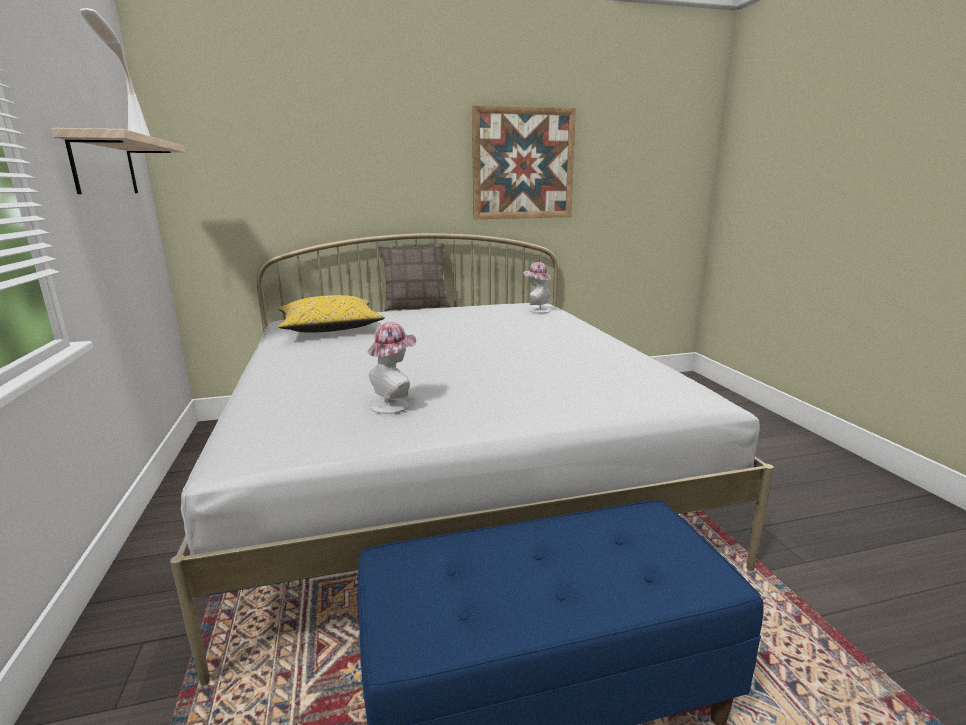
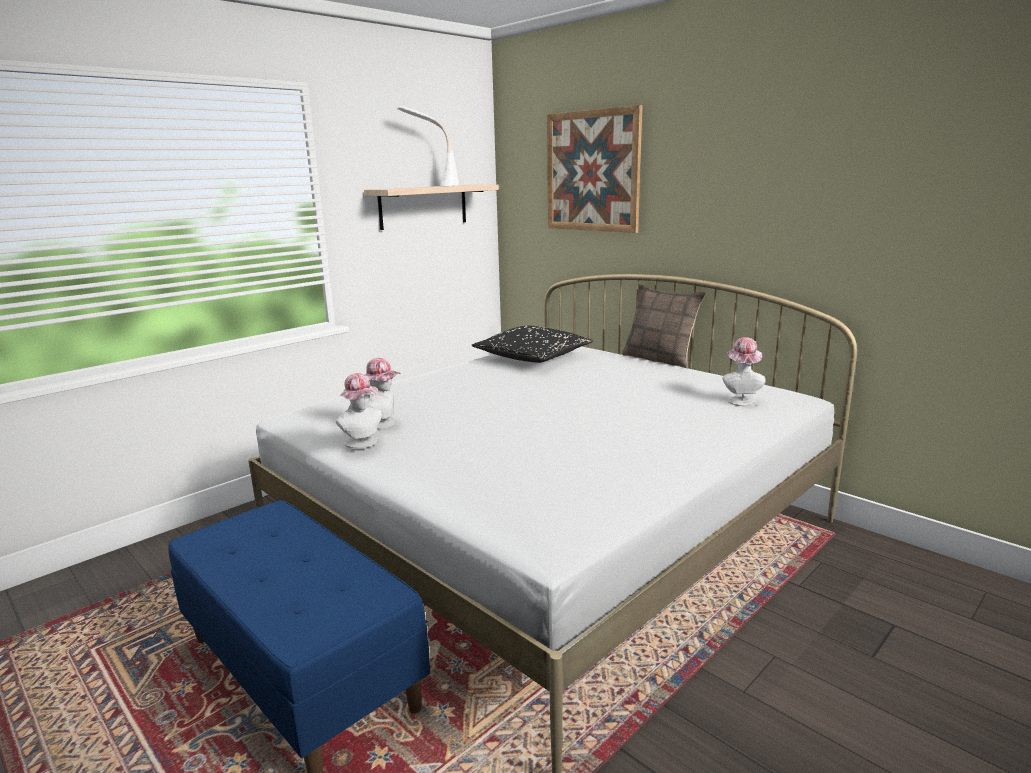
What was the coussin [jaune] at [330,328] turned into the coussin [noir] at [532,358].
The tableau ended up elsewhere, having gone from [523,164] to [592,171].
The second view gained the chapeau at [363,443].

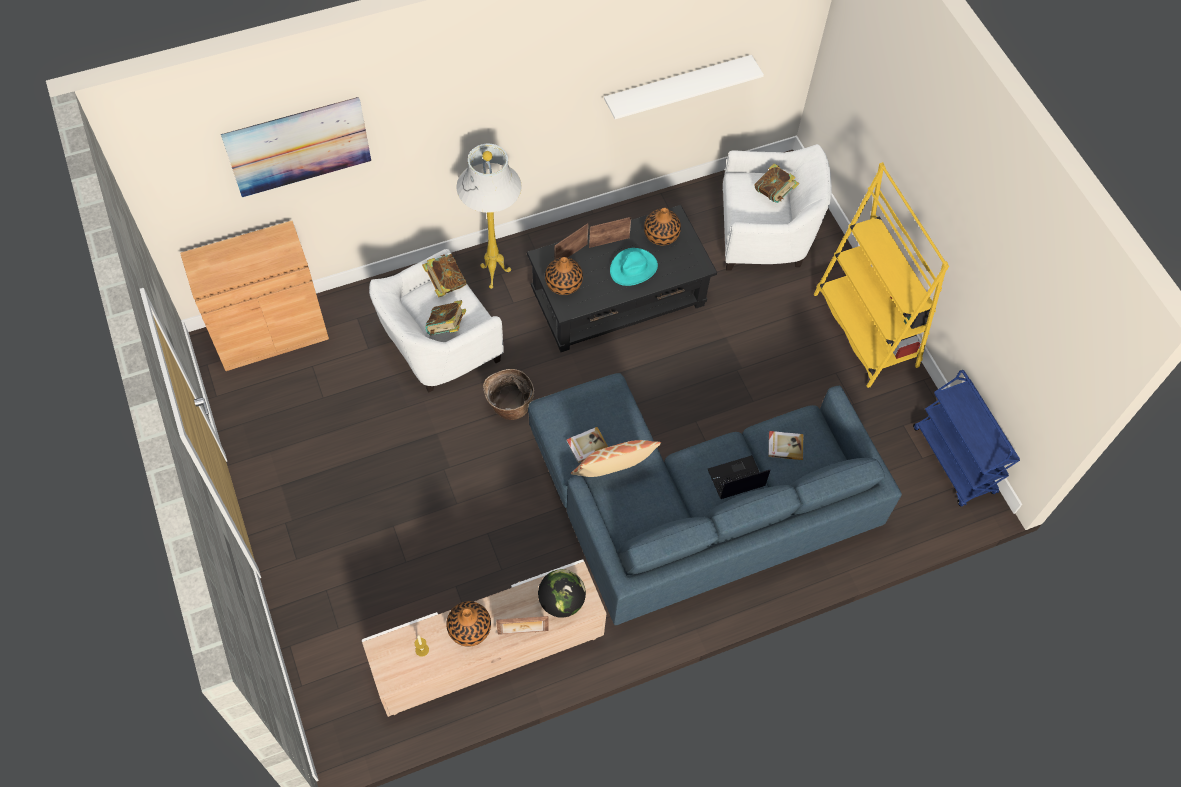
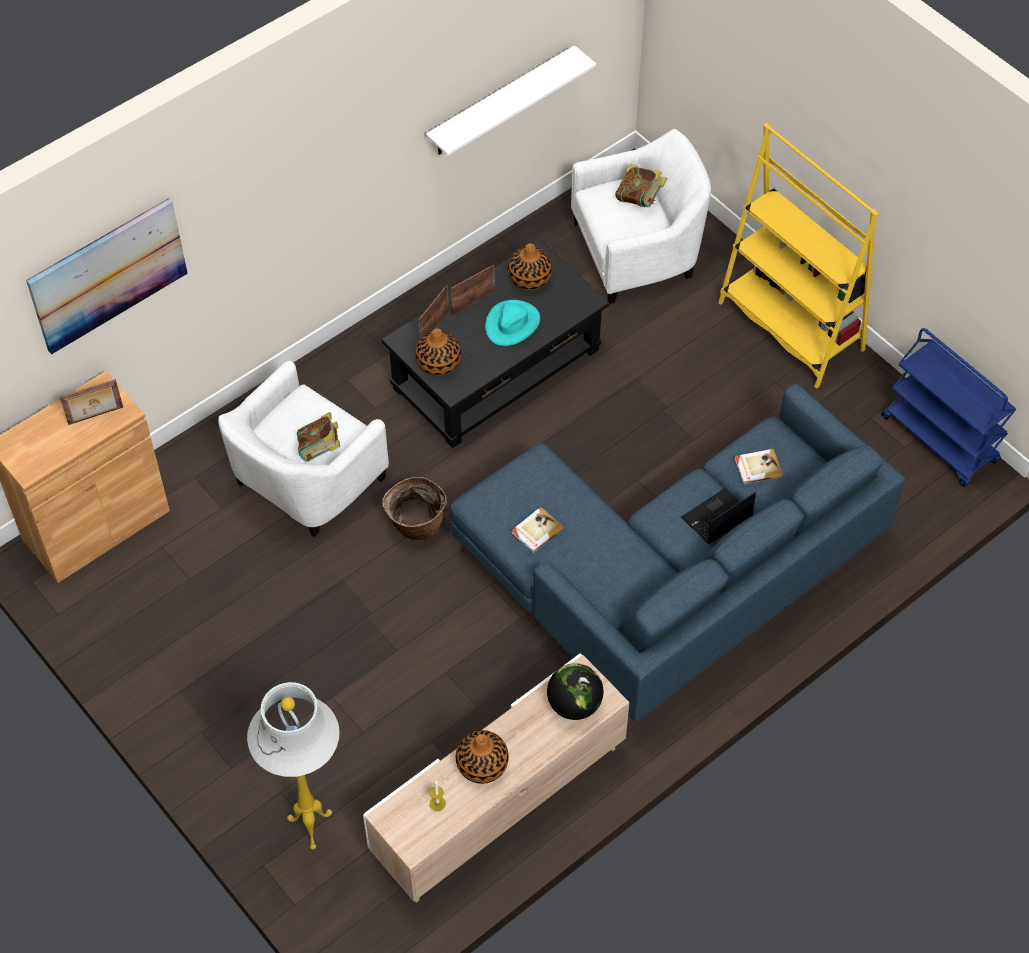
The second view lost the livre at [445,283].
The lampadaire [blanc] ended up elsewhere, having gone from [494,276] to [312,828].
The cadre photo ended up elsewhere, having gone from [523,632] to [96,416].
The second view lost the coussin at [613,474].

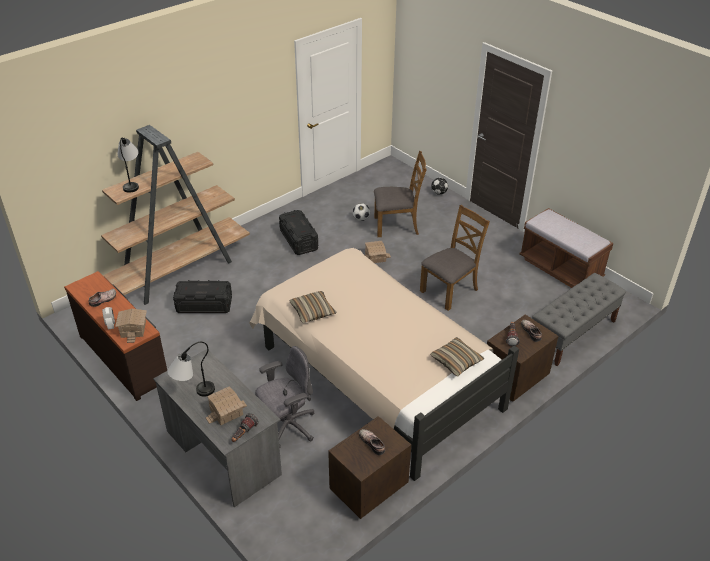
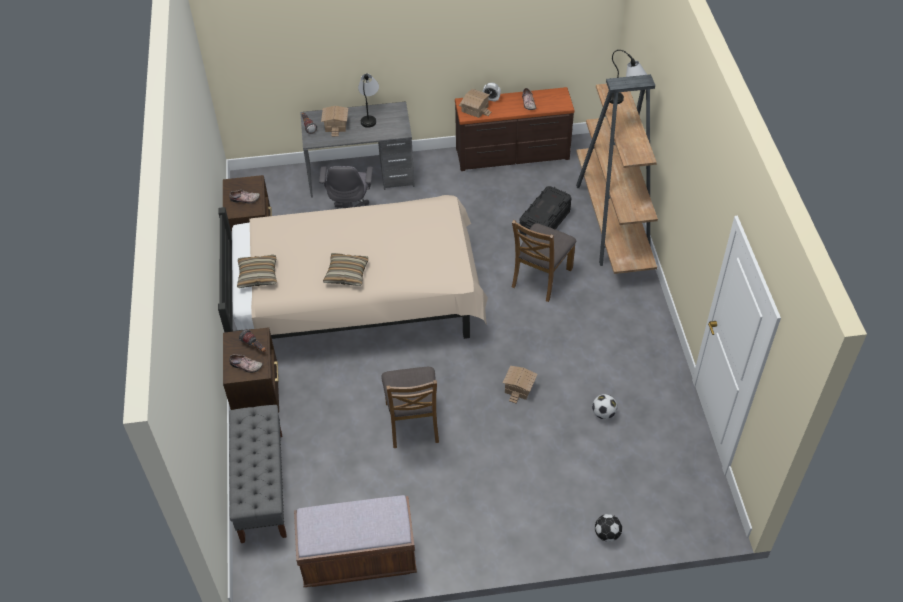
The second view lost the boîte de rangement [noir] at [298,240].
The coussin ended up elsewhere, having gone from [312,311] to [346,274].
The chaise [marron] ended up elsewhere, having gone from [397,225] to [541,277].

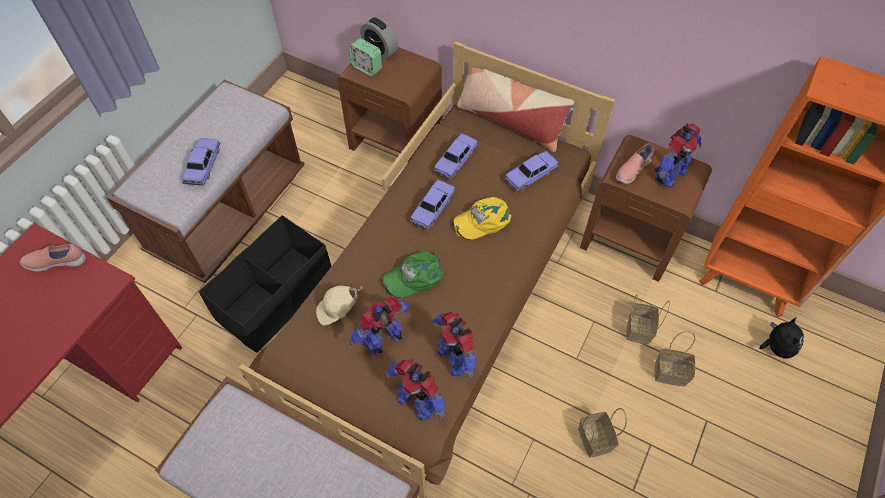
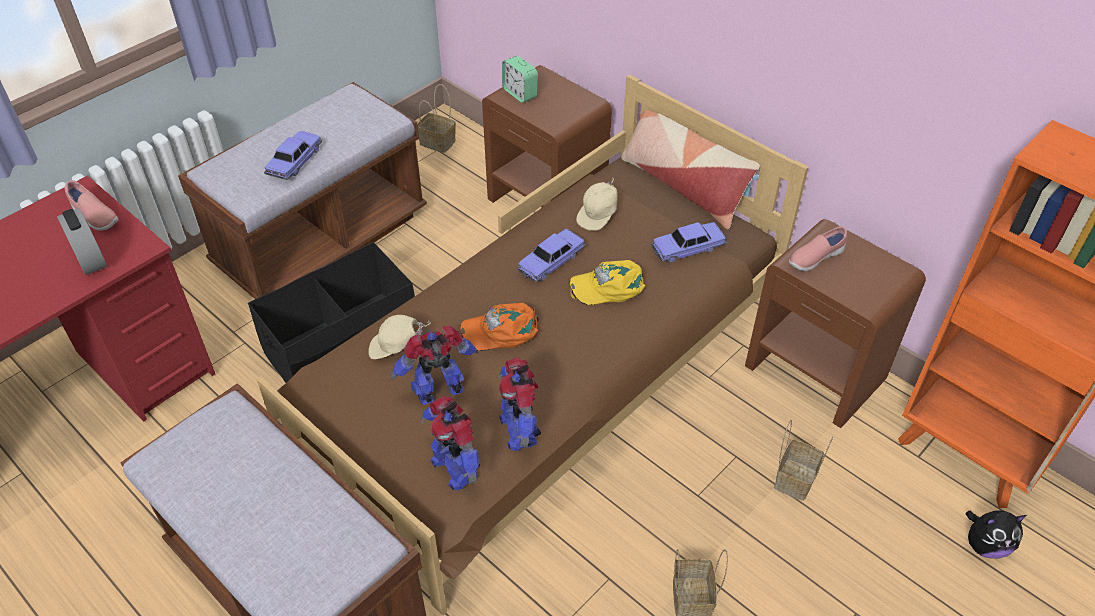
The chaussure [rose] at [56,262] ended up facing another way, 150 degrees counterclockwise from before.
The réveil ended up elsewhere, having gone from [380,50] to [90,259].
What was the casquette [vert] at [414,276] turned into the casquette [orange] at [501,330].
Where the petite voiture stood at [456,160], the casquette [beige] came to stand at [598,215].
The second view lost the robot jouet at [669,175].
The panier ended up elsewhere, having gone from [671,372] to [439,142].
The peluche at [775,347] ended up facing another way, 60 degrees clockwise from before.

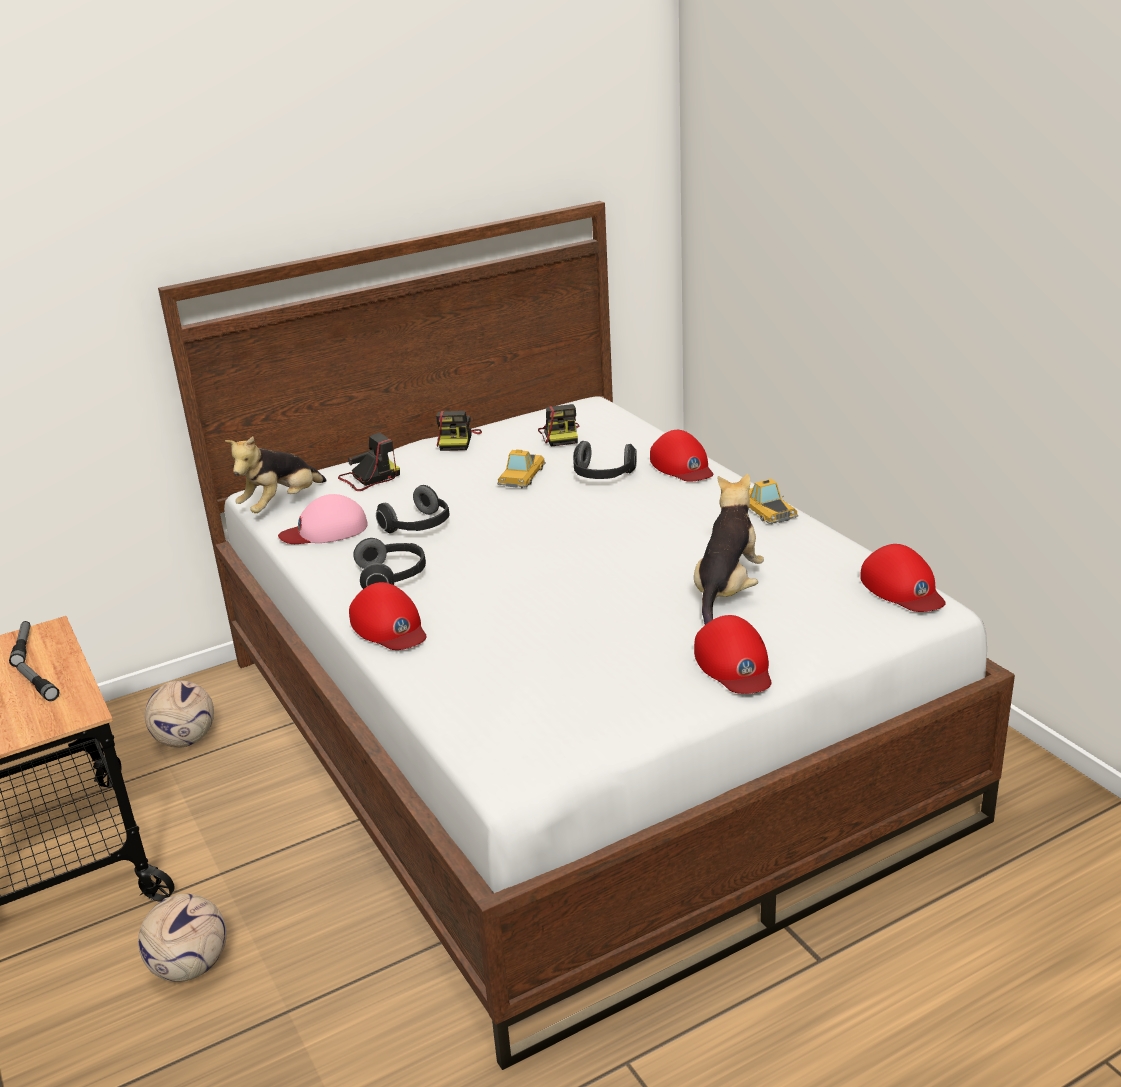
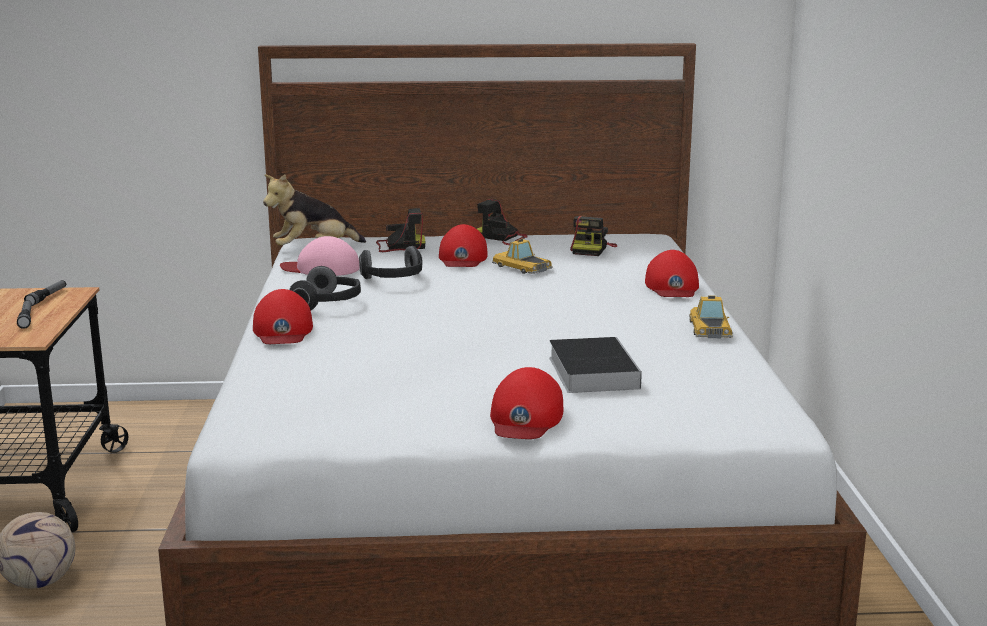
The second view lost the ballon de foot at [185,741].
The appareil photo at [457,440] ended up facing another way, 90 degrees clockwise from before.
The petite voiture at [521,476] ended up facing another way, 90 degrees clockwise from before.
The second view lost the casque audio at [602,476].
Where the peluche stood at [726,591], the livre came to stand at [591,371].
The casquette [rouge] ended up elsewhere, having gone from [902,588] to [462,258].

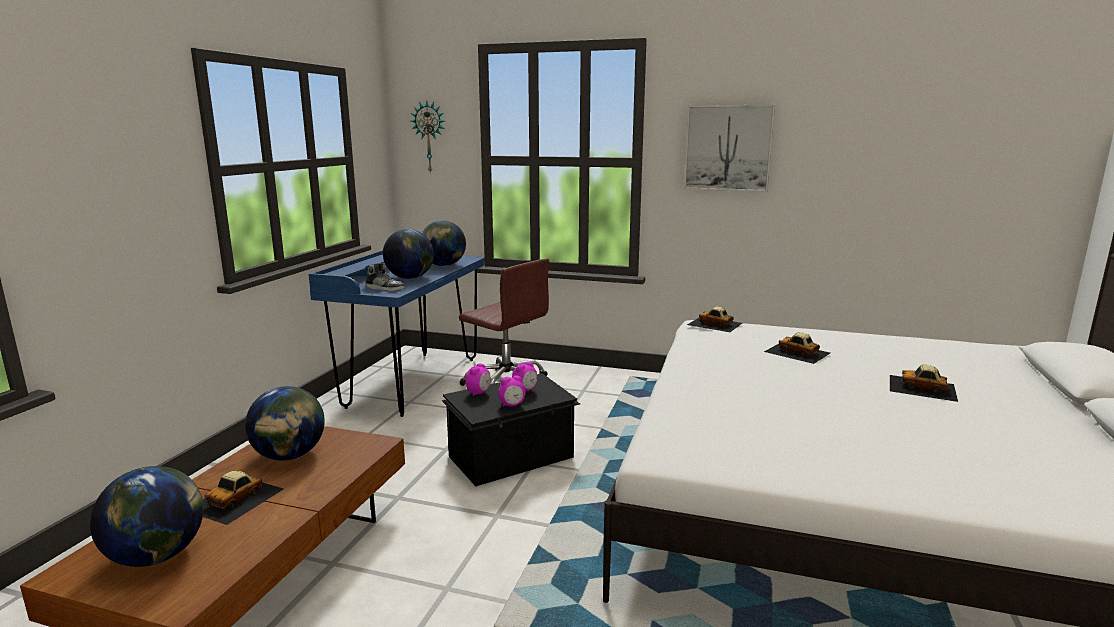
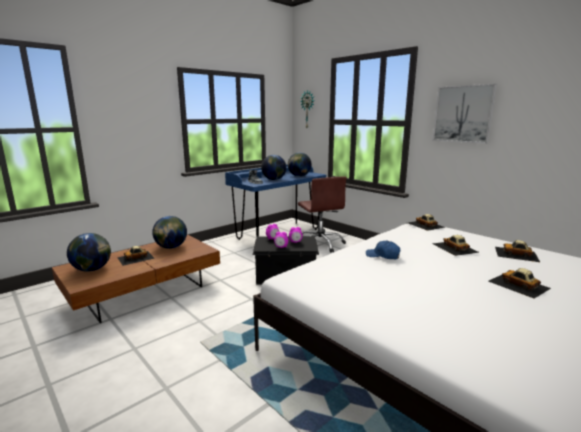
The second view gained the casquette [bleu] at [383,256].
The second view gained the petite voiture at [516,254].

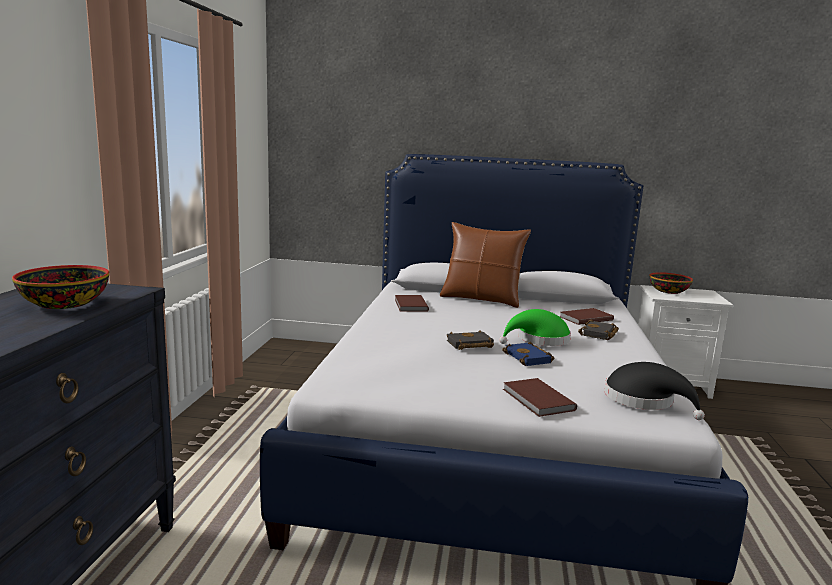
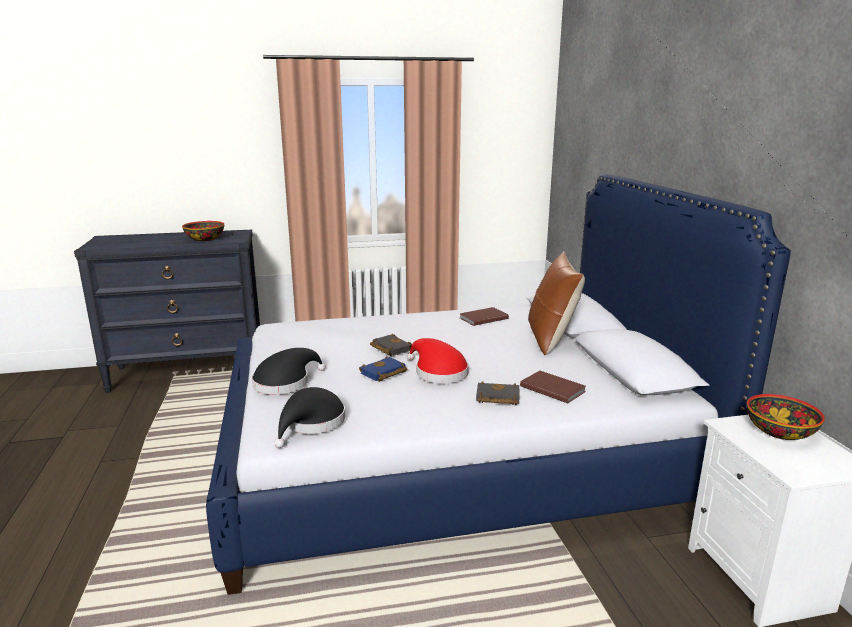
What was the chapeau [vert] at [539,340] turned into the chapeau [rouge] at [438,372].
Where the livre [marron] stood at [537,400], the chapeau [noir] came to stand at [285,382].

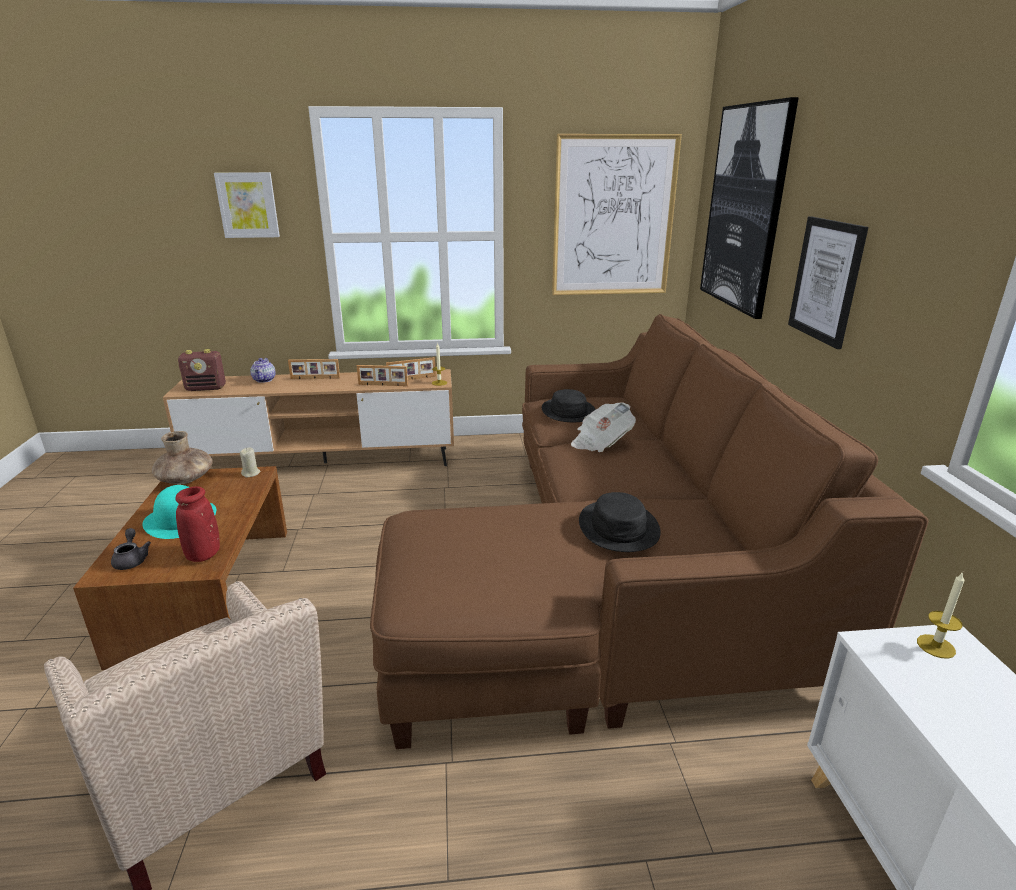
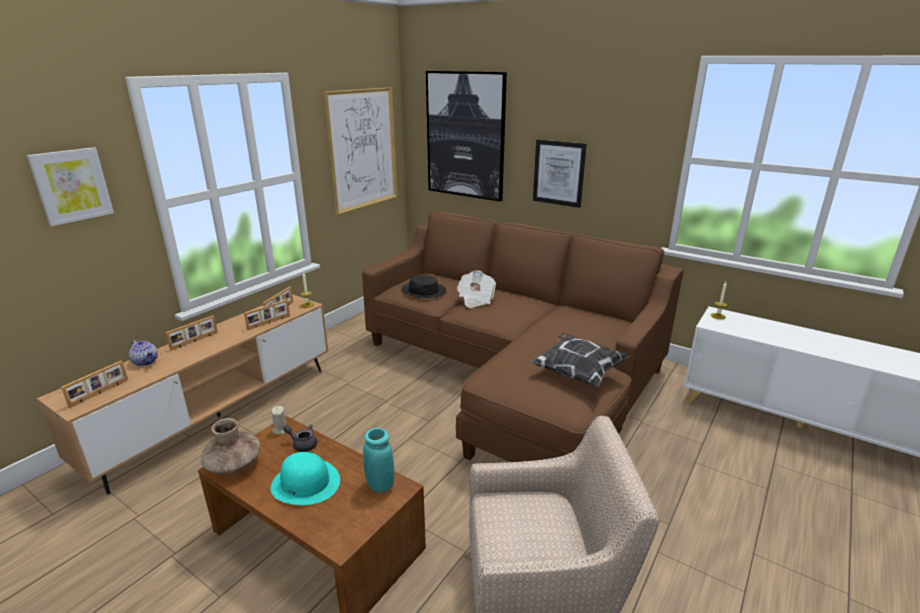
The théière [gris] ended up elsewhere, having gone from [132,560] to [302,444].
What was the vase [rouge] at [203,555] turned into the vase [turquoise] at [380,484].
Where the radio stood at [206,388], the cadre photo came to stand at [100,393].
The second view lost the chapeau [noir] at [619,527].
The second view gained the coussin at [577,373].

